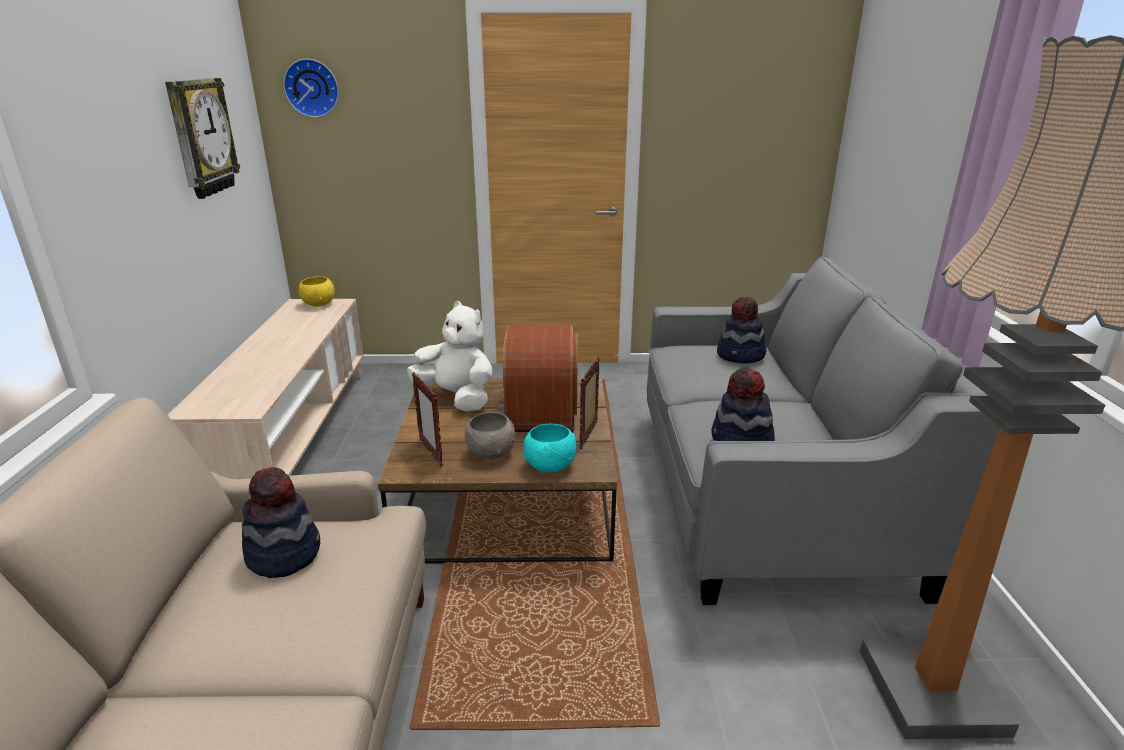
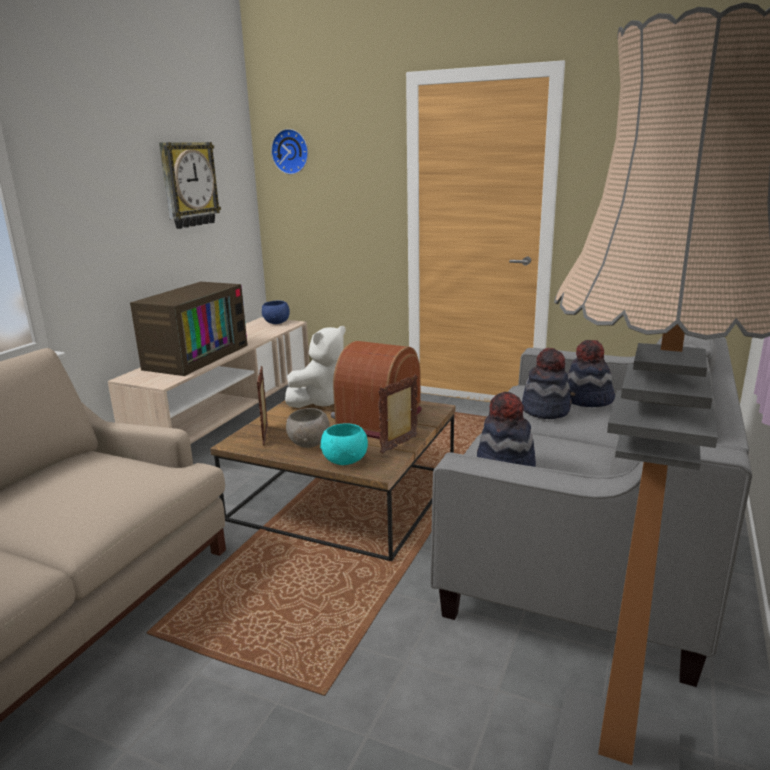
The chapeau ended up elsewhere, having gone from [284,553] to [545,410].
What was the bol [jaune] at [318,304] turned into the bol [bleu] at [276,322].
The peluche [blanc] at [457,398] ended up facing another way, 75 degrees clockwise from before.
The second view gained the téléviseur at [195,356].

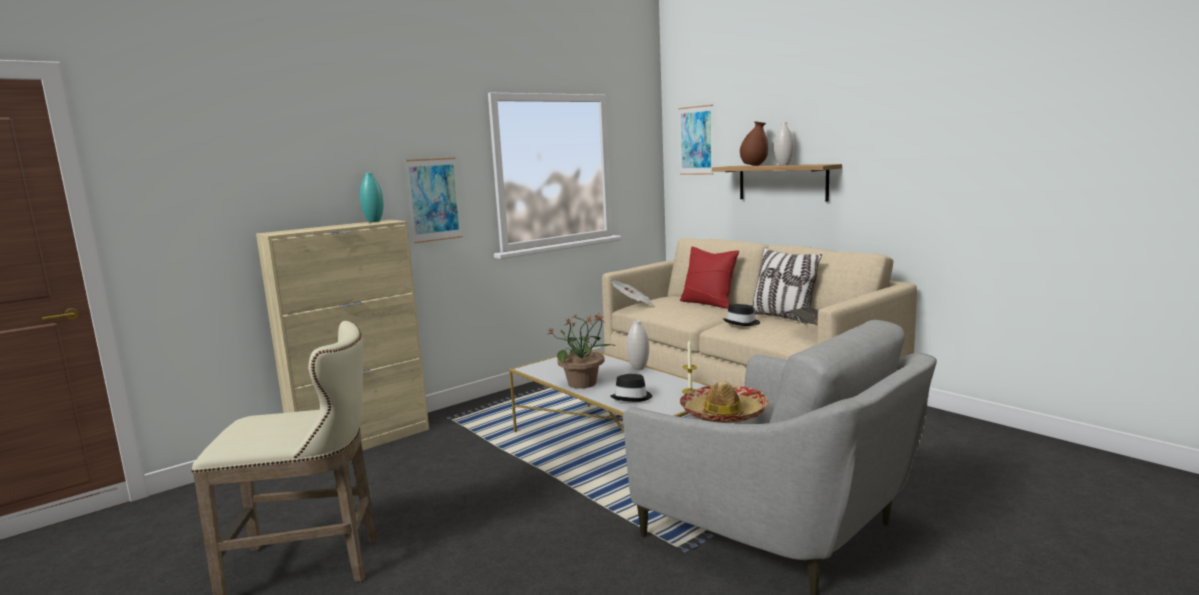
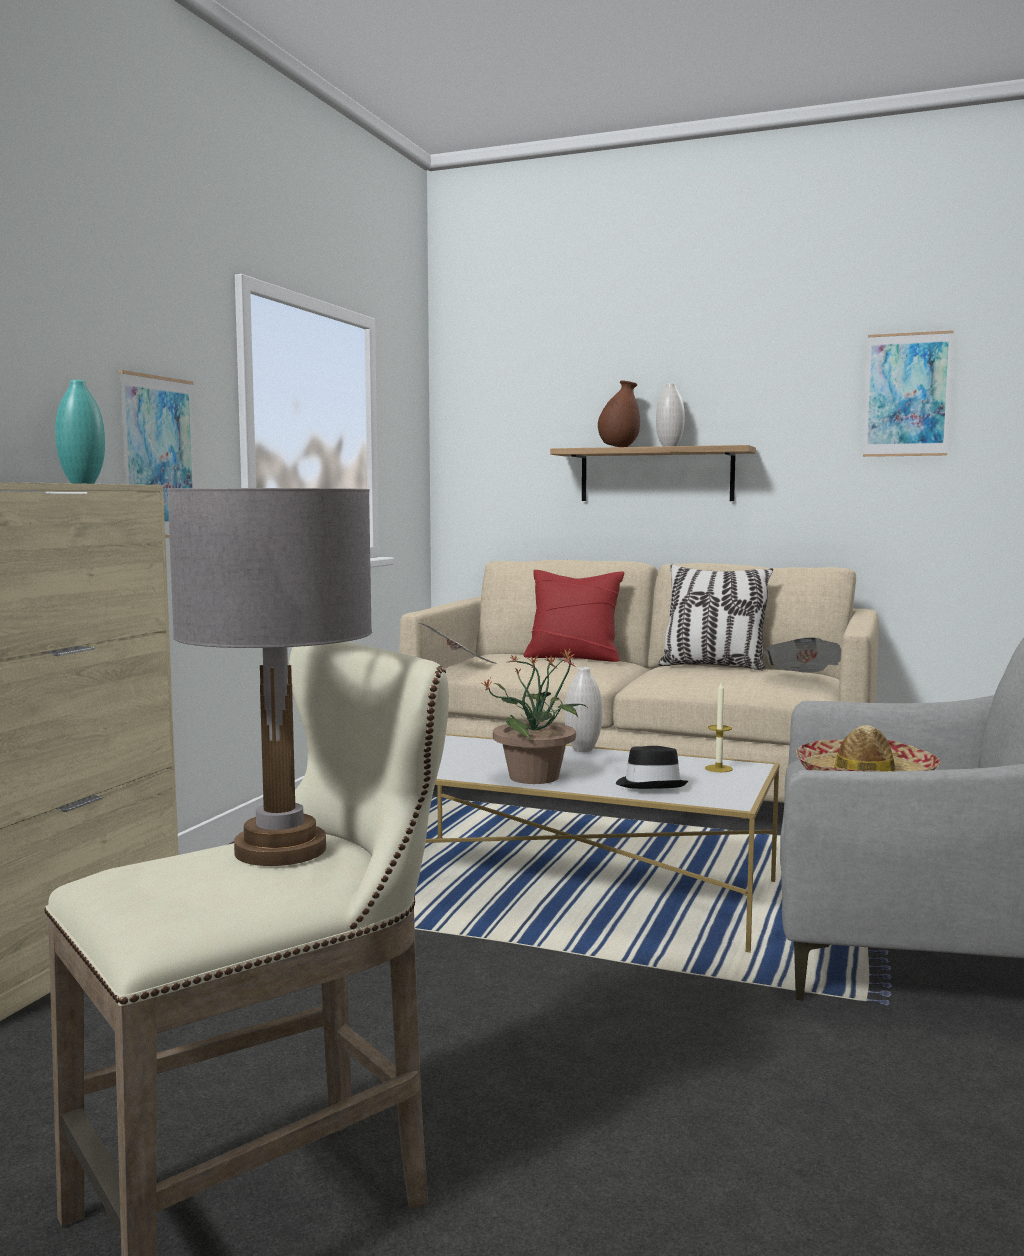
The tableau ended up elsewhere, having gone from [696,140] to [907,395].
The second view lost the chapeau [noir] at [742,323].
The second view gained the lampe de table [gris] at [280,850].

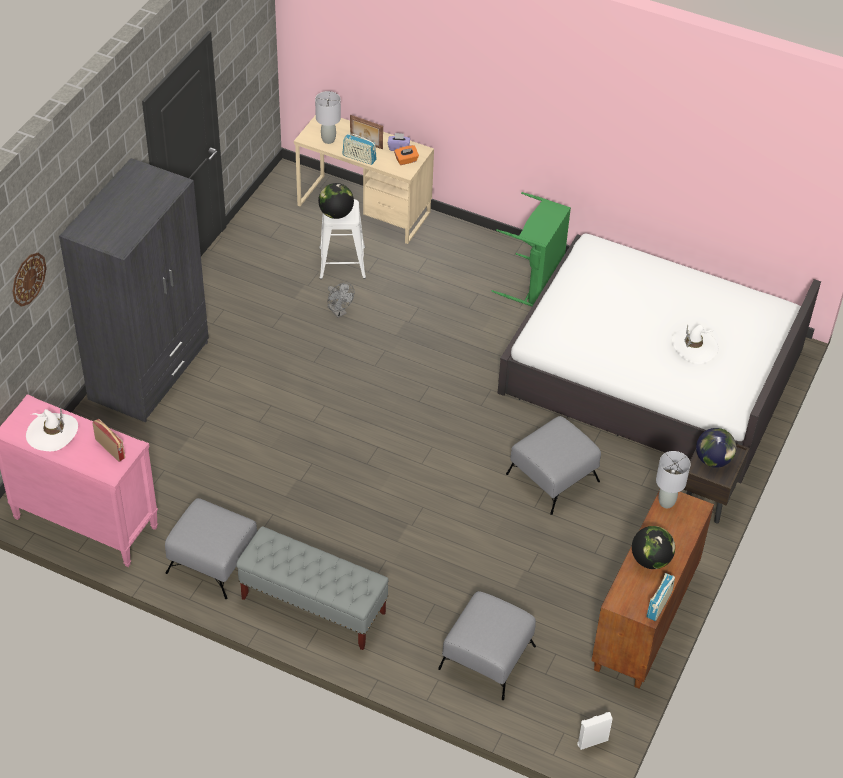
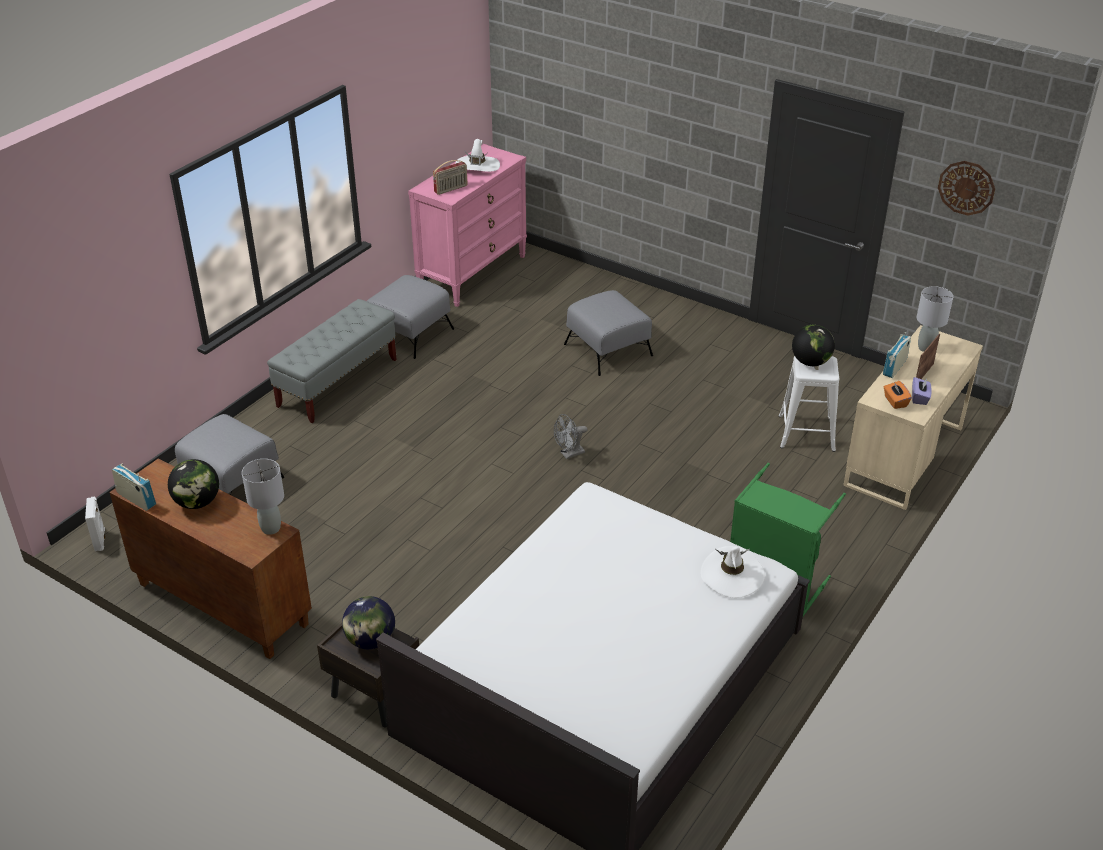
The horloge murale ended up elsewhere, having gone from [28,279] to [966,187].
The second view lost the armoire [gris] at [150,371].
The ventilateur [gris] ended up elsewhere, having gone from [339,312] to [569,454].
The pouf [gris] ended up elsewhere, having gone from [553,477] to [608,350].
The chapeau [blanc] ended up elsewhere, having gone from [694,346] to [732,575].

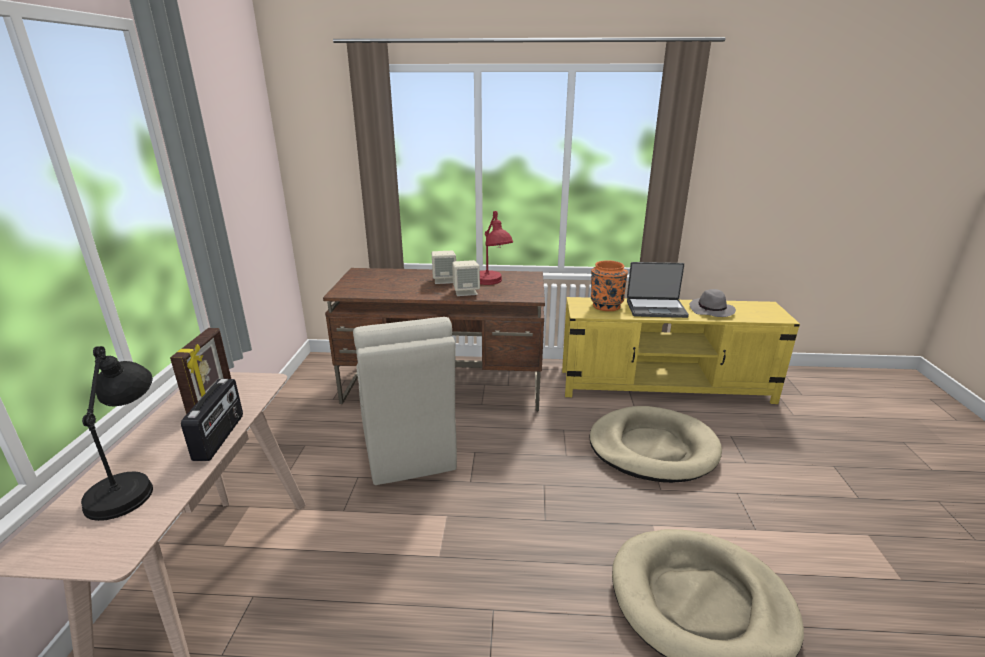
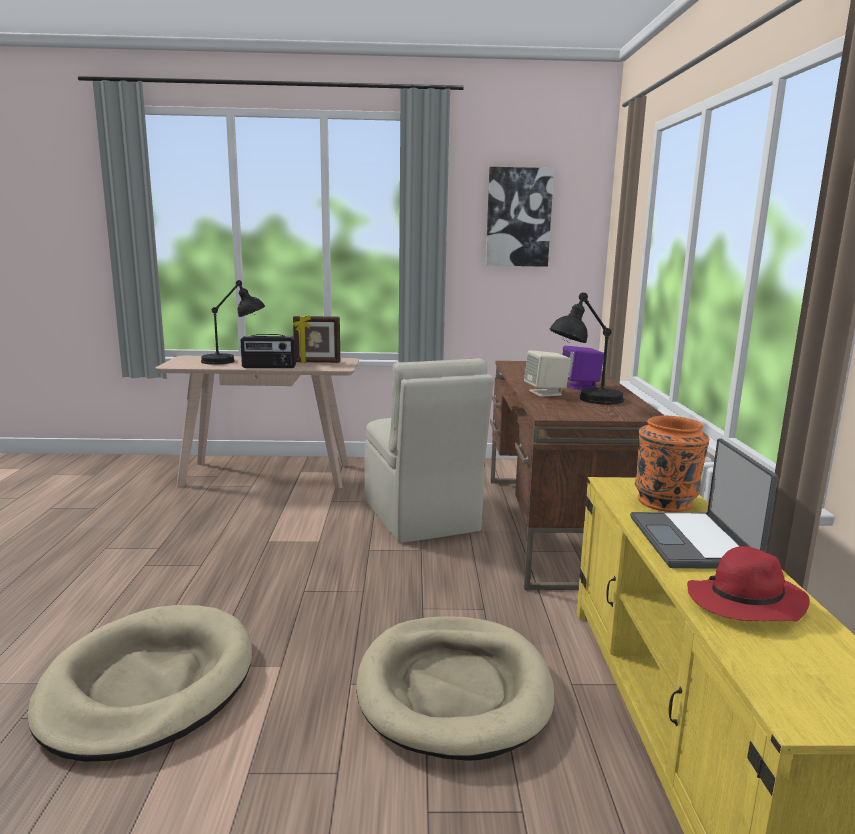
The chaise [beige] at [408,448] ended up facing another way, 90 degrees counterclockwise from before.
What was the enceinte [beige] at [444,280] turned into the enceinte [violet] at [580,386].
What was the lampe de table [rouge] at [492,284] turned into the lampe de table [noir] at [585,401].
What was the chapeau [gris] at [711,311] turned into the chapeau [rouge] at [745,604].
The second view gained the tableau at [518,217].

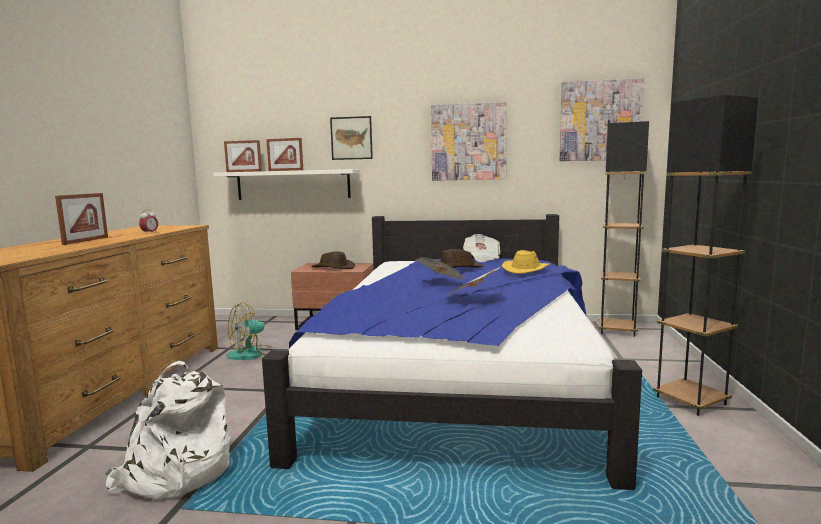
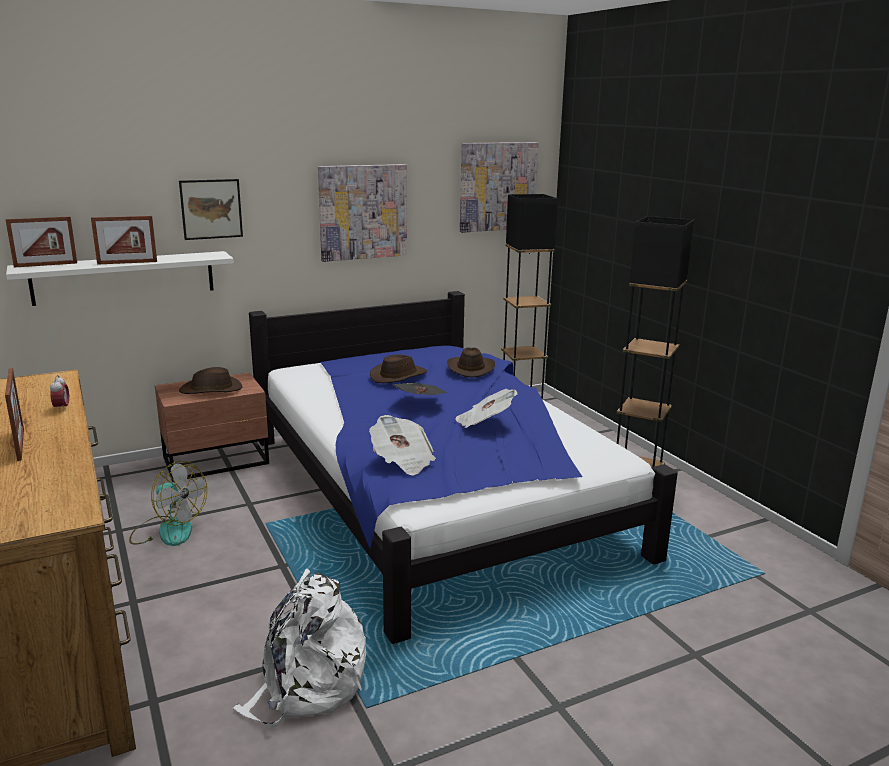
The ventilateur at [253,354] ended up facing another way, 75 degrees counterclockwise from before.
The journal ended up elsewhere, having gone from [481,258] to [402,461].
What was the chapeau [jaune] at [526,269] turned into the chapeau [marron] at [470,368].

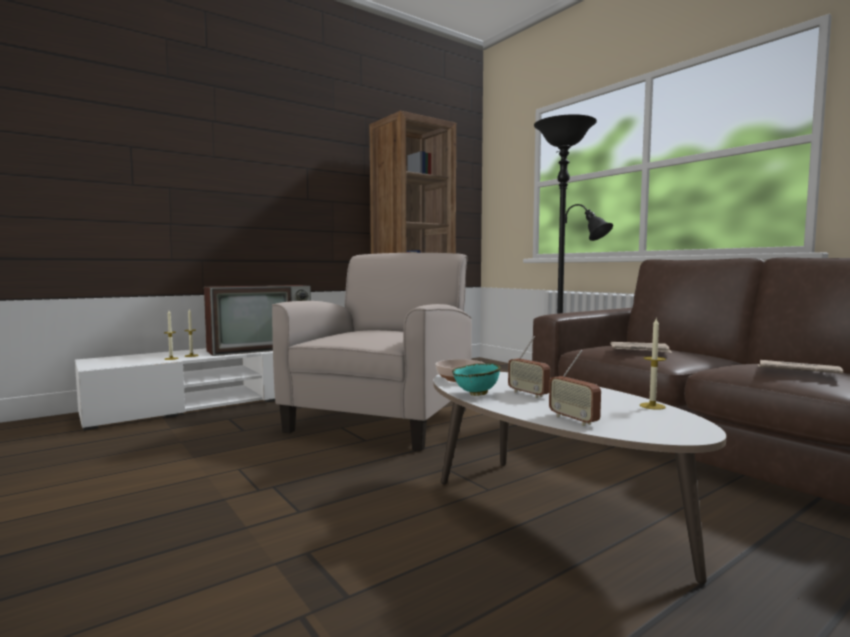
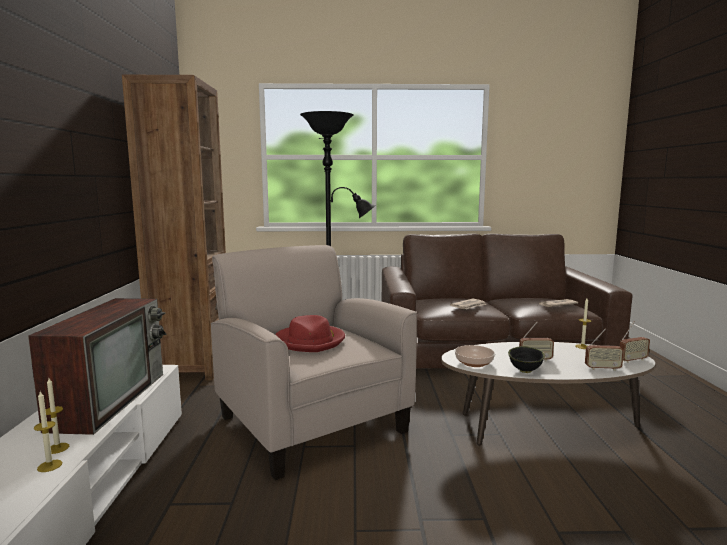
What was the bol [turquoise] at [477,394] turned into the bol [noir] at [526,371].
The second view gained the chapeau [rouge] at [311,341].
The second view gained the radio at [632,360].

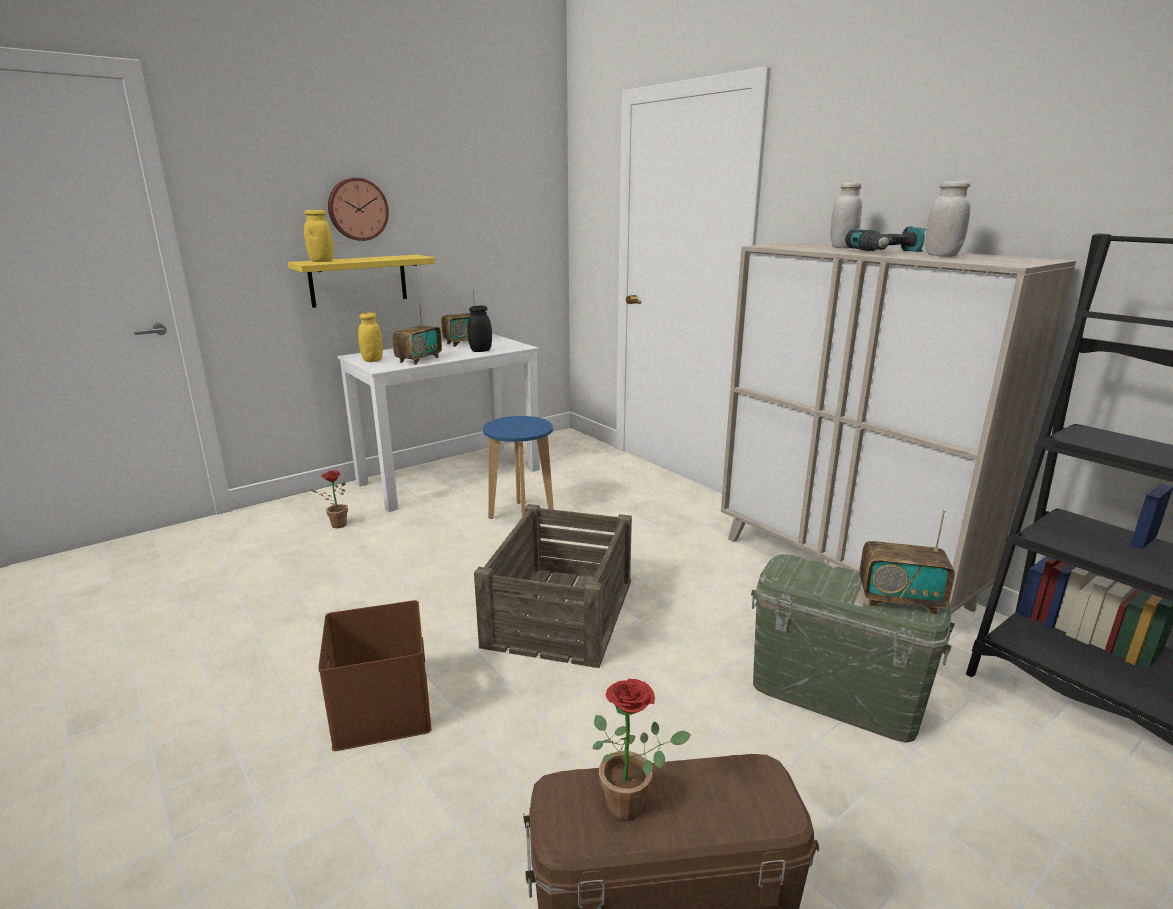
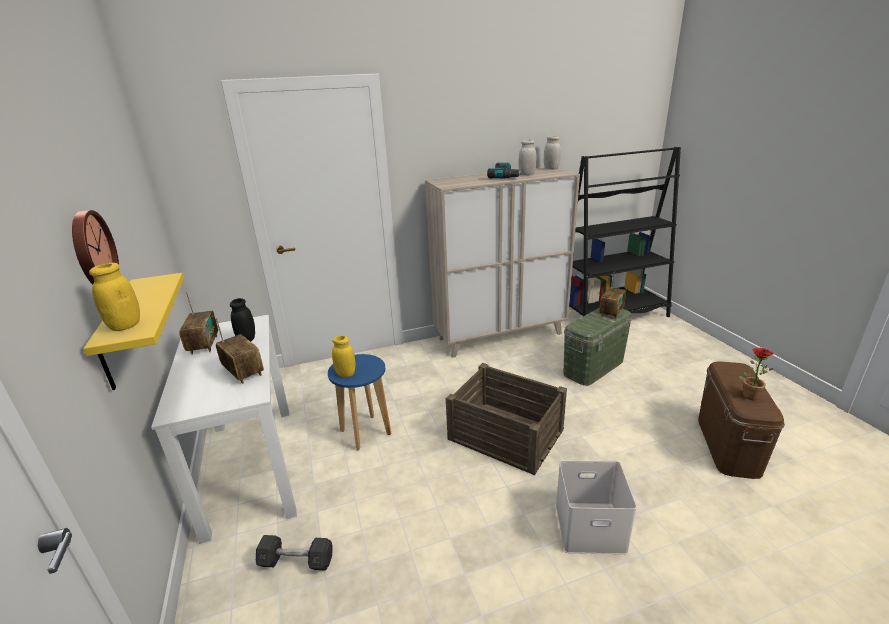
Where the plante en pot stood at [335,525], the haltère [gris] came to stand at [296,561].
What was the boîte de rangement [marron] at [380,708] turned into the boîte de rangement [blanc] at [588,528].
The bocal [jaune] ended up elsewhere, having gone from [372,360] to [345,374].
The bocal [blanc] ended up elsewhere, having gone from [842,247] to [551,168].

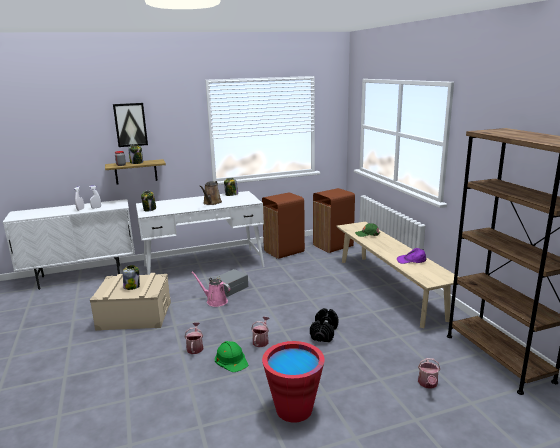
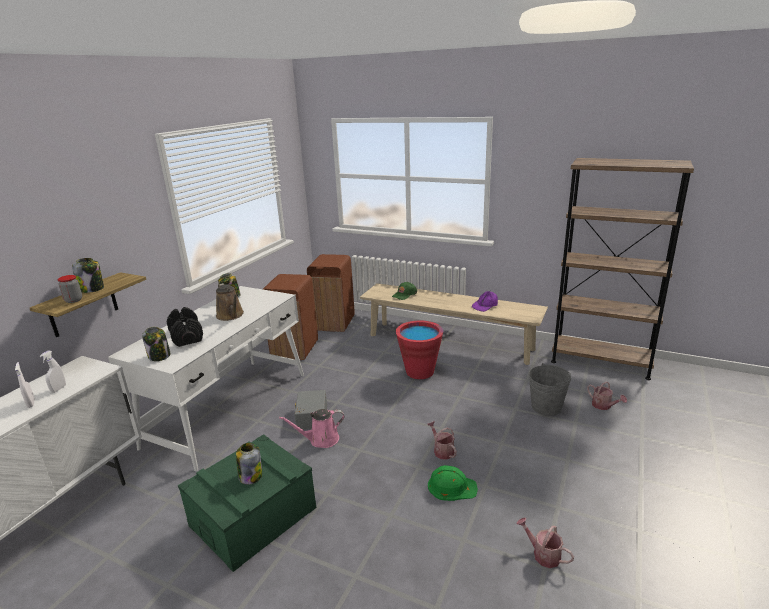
What was the boîte de rangement [beige] at [134,315] turned into the boîte de rangement [vert] at [253,517].
The second view lost the tableau at [130,124].
The arrosoir ended up elsewhere, having gone from [195,347] to [543,554].
The seau [rouge] ended up elsewhere, having gone from [294,409] to [420,371].
The haltère [noir] ended up elsewhere, having gone from [324,333] to [186,336].
The second view gained the seau [gris] at [546,407].

